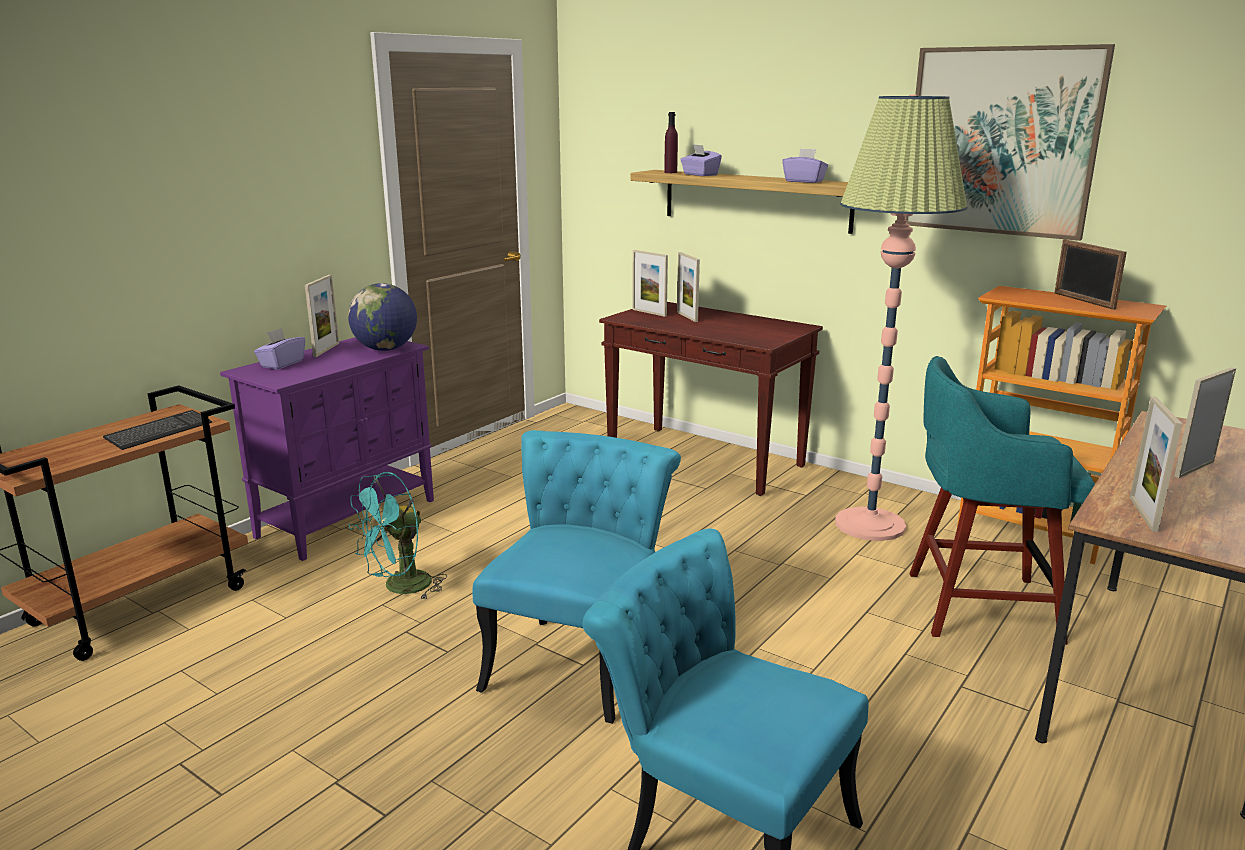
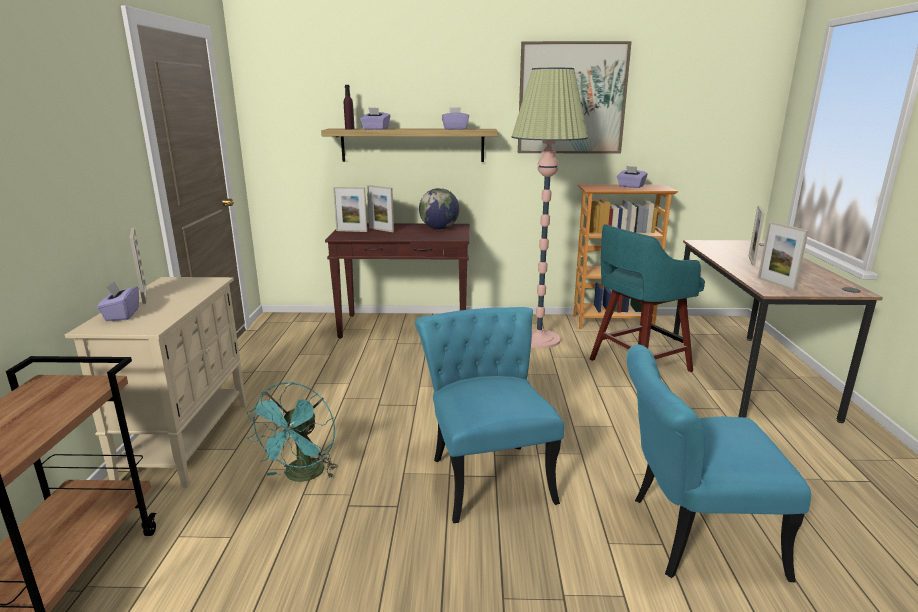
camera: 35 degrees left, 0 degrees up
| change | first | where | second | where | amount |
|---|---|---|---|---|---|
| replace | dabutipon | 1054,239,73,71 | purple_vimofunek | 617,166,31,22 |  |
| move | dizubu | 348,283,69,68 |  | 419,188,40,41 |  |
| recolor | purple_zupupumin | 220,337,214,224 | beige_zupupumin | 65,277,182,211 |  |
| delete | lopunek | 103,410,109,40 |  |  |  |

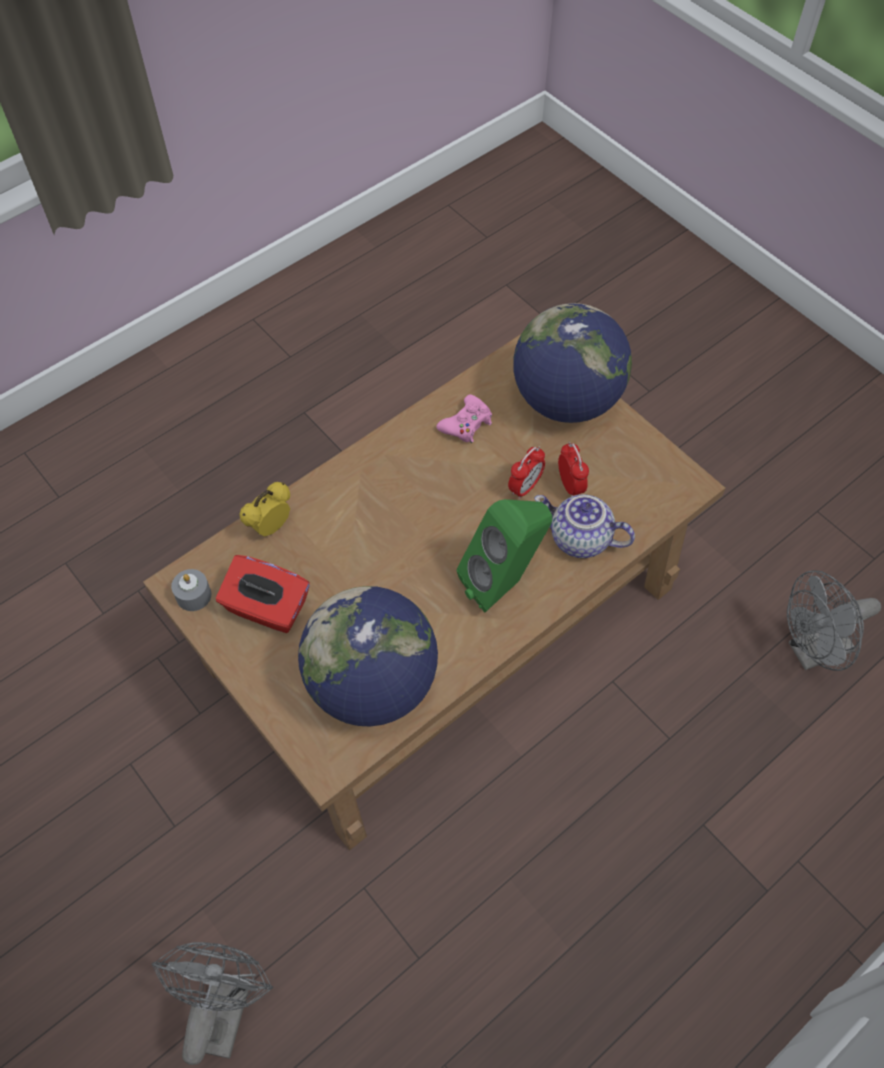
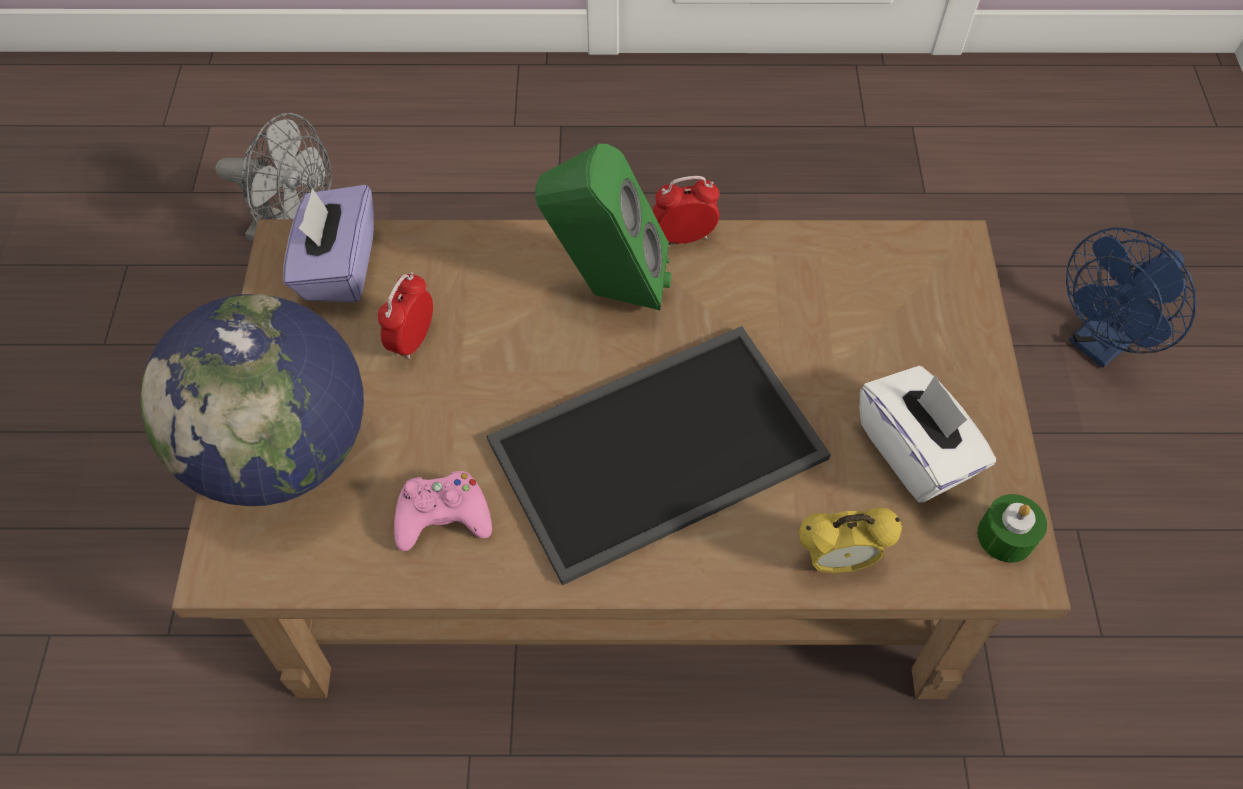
camera: 140 degrees left, 0 degrees up
| change | first | where | second | where | amount |
|---|---|---|---|---|---|
| move | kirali | 508,446,37,53 |  | 653,176,66,67 |  |
| delete | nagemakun | 535,494,100,64 |  |  |  |
| recolor | red_vimofunek | 216,555,94,78 | white_vimofunek | 860,366,136,137 |  |
| recolor | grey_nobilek | 171,569,40,42 | green_nobilek | 977,494,70,69 |  |
| delete | dizubu | 298,586,140,140 |  |  |  |
| recolor | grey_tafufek | 152,942,121,123 | blue_tafufek | 1066,227,131,141 |  |
| insert |  |  | purple_vimofunek | 283,185,91,117 |  |
| insert |  |  | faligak | 487,326,344,259 |  |

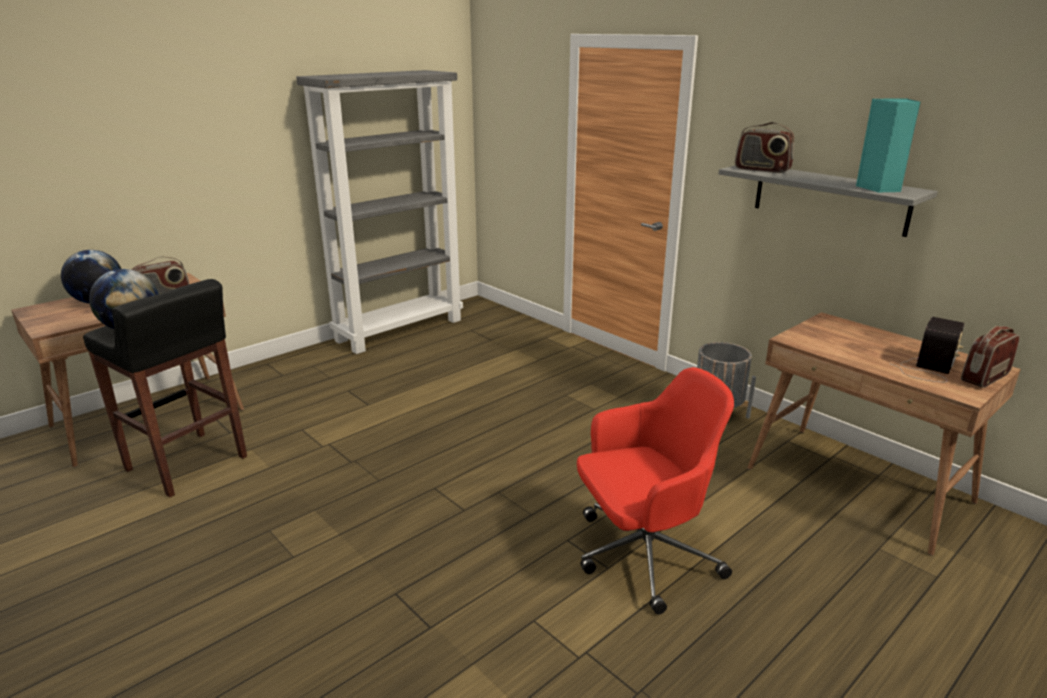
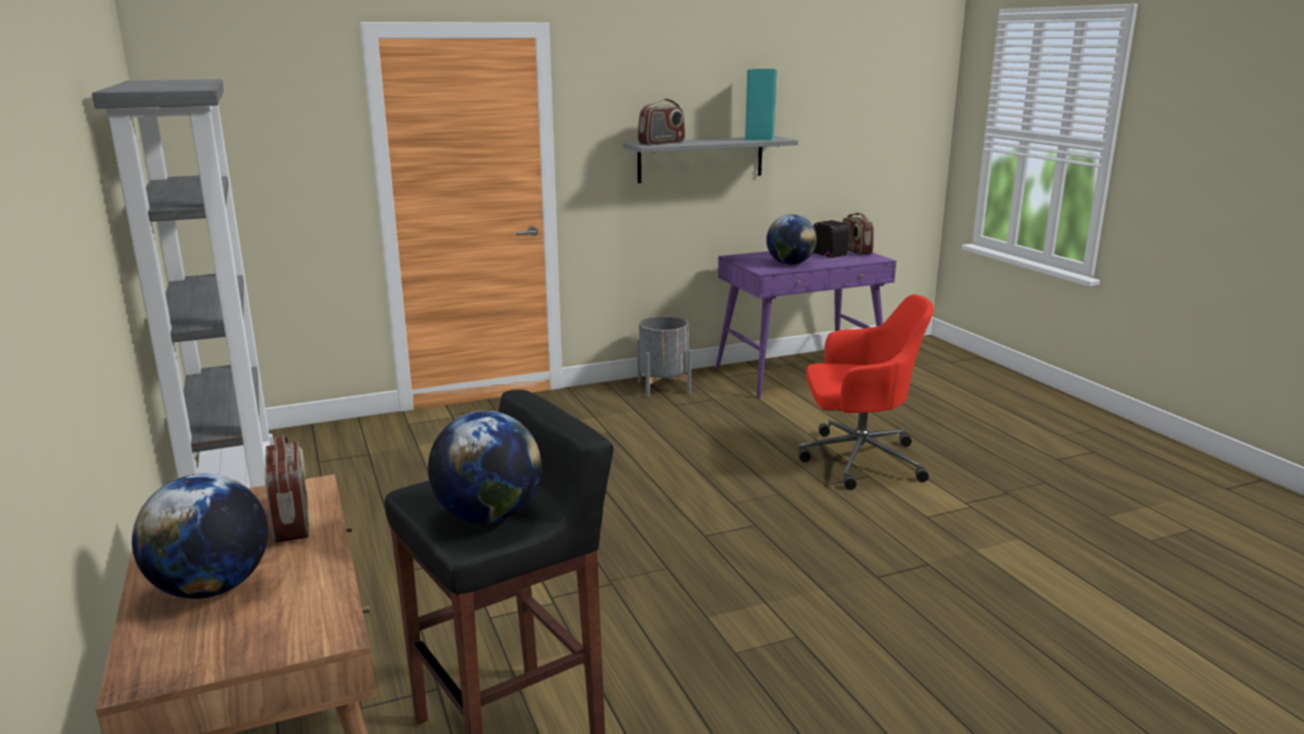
camera: 70 degrees left, 5 degrees down
| change | first | where | second | where | amount |
|---|---|---|---|---|---|
| recolor | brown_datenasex | 748,312,273,244 | purple_datenasex | 716,251,180,147 |  |
| rotate | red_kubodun | 577,367,157,248 |  | 798,294,136,196 | 90 degrees clockwise |
| insert |  |  | dizubu | 766,214,51,51 |  |

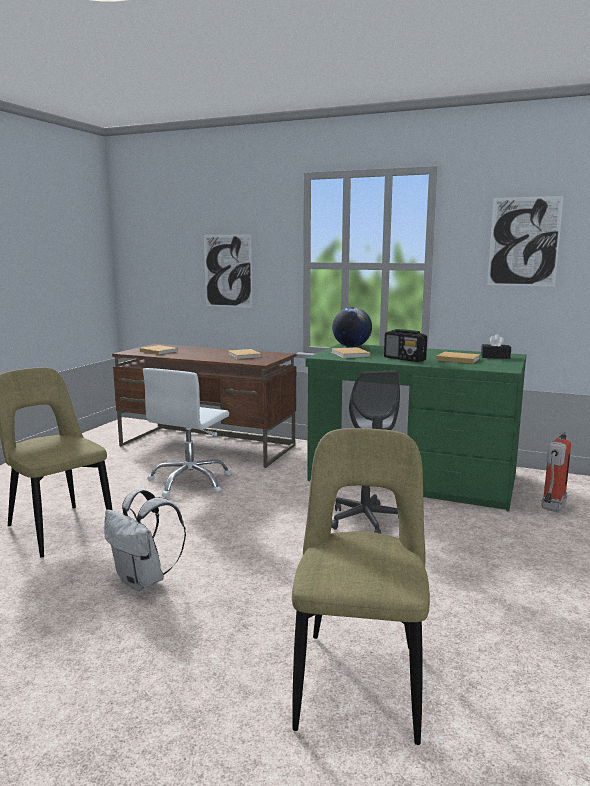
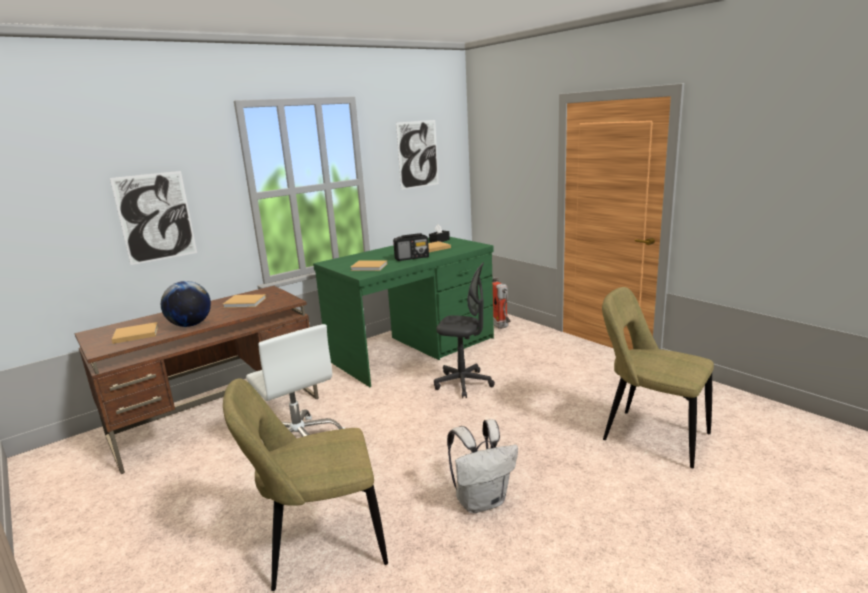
camera: 60 degrees left, 5 degrees up
| change | first | where | second | where | amount |
|---|---|---|---|---|---|
| move | dizubu | 332,307,40,40 |  | 161,281,50,46 |  |

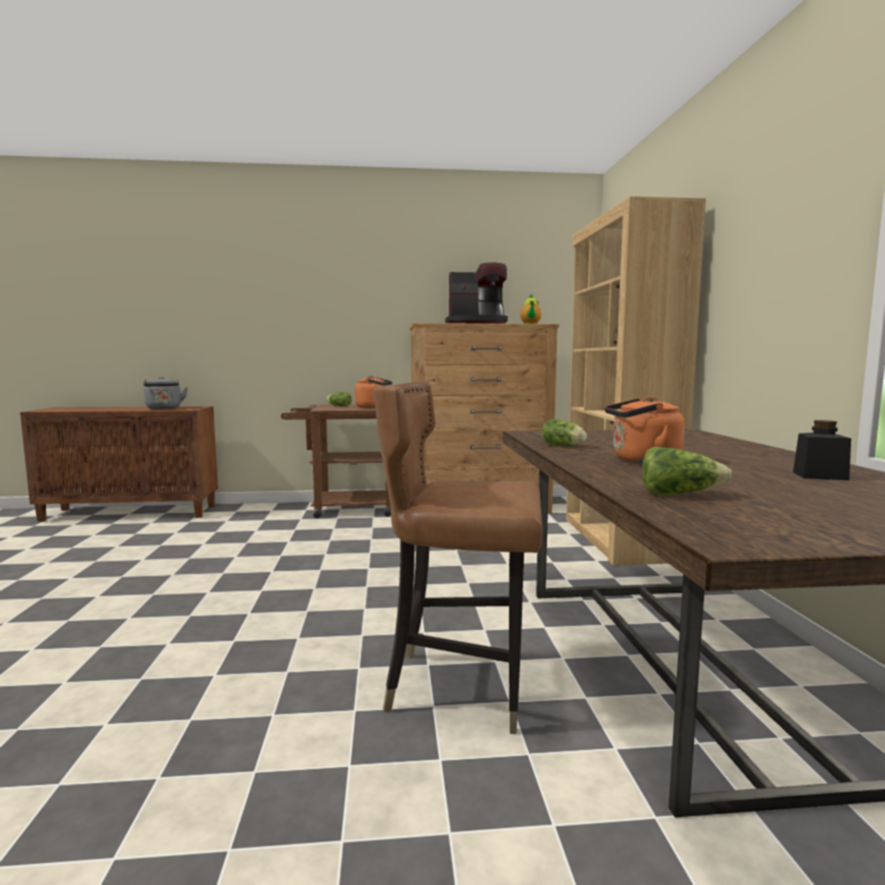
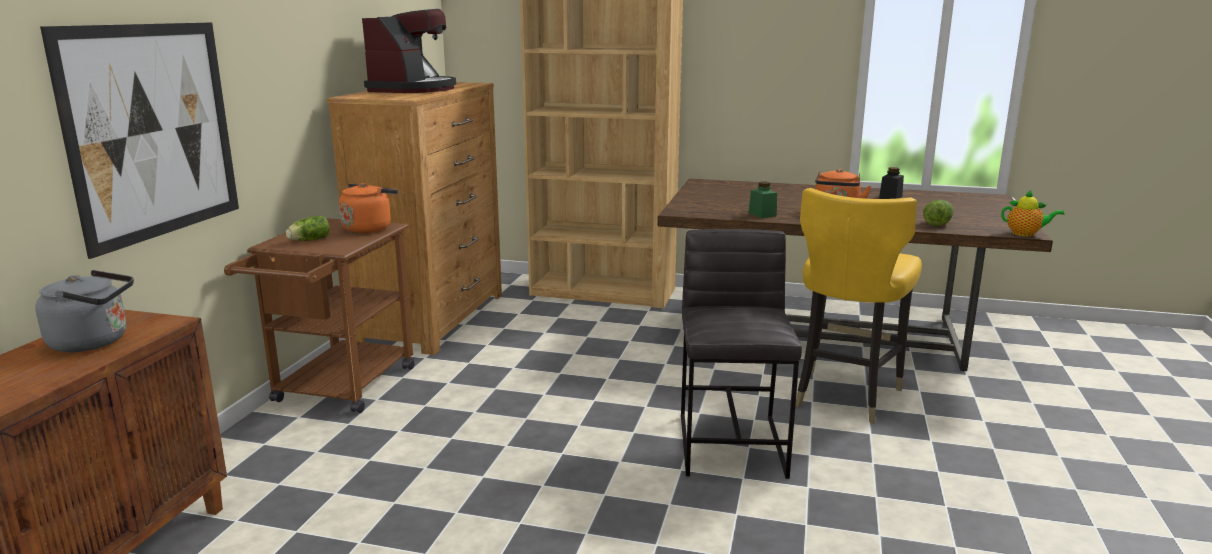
camera: 70 degrees left, 10 degrees up
| change | first | where | second | where | amount |
|---|---|---|---|---|---|
| move | nagemakun | 520,294,21,30 |  | 1001,190,63,47 |  |
| recolor | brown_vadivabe | 373,381,169,353 | yellow_vadivabe | 795,188,127,236 |  |
| replace | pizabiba | 542,419,45,27 | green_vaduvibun | 749,182,28,36 |  |
| insert |  |  | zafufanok | 40,22,199,237 |  |
| insert |  |  | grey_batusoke | 681,229,121,250 |  |

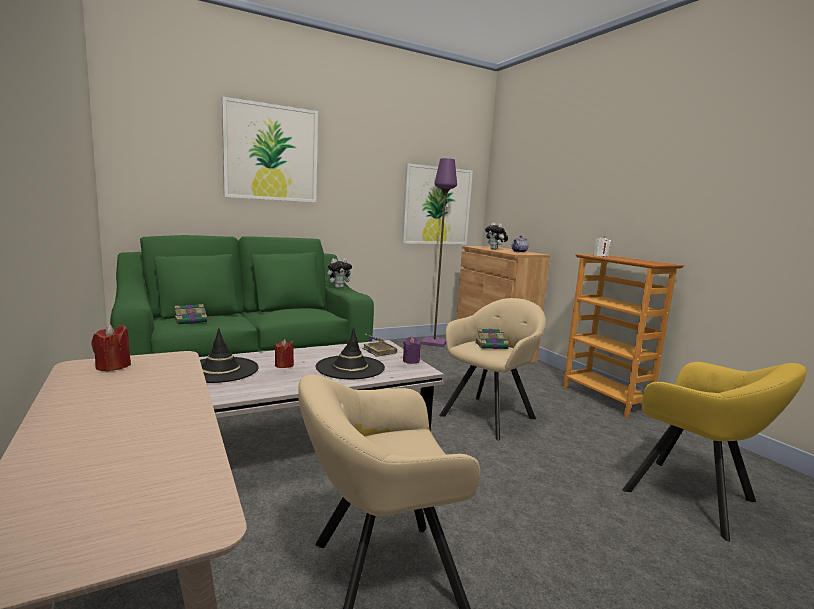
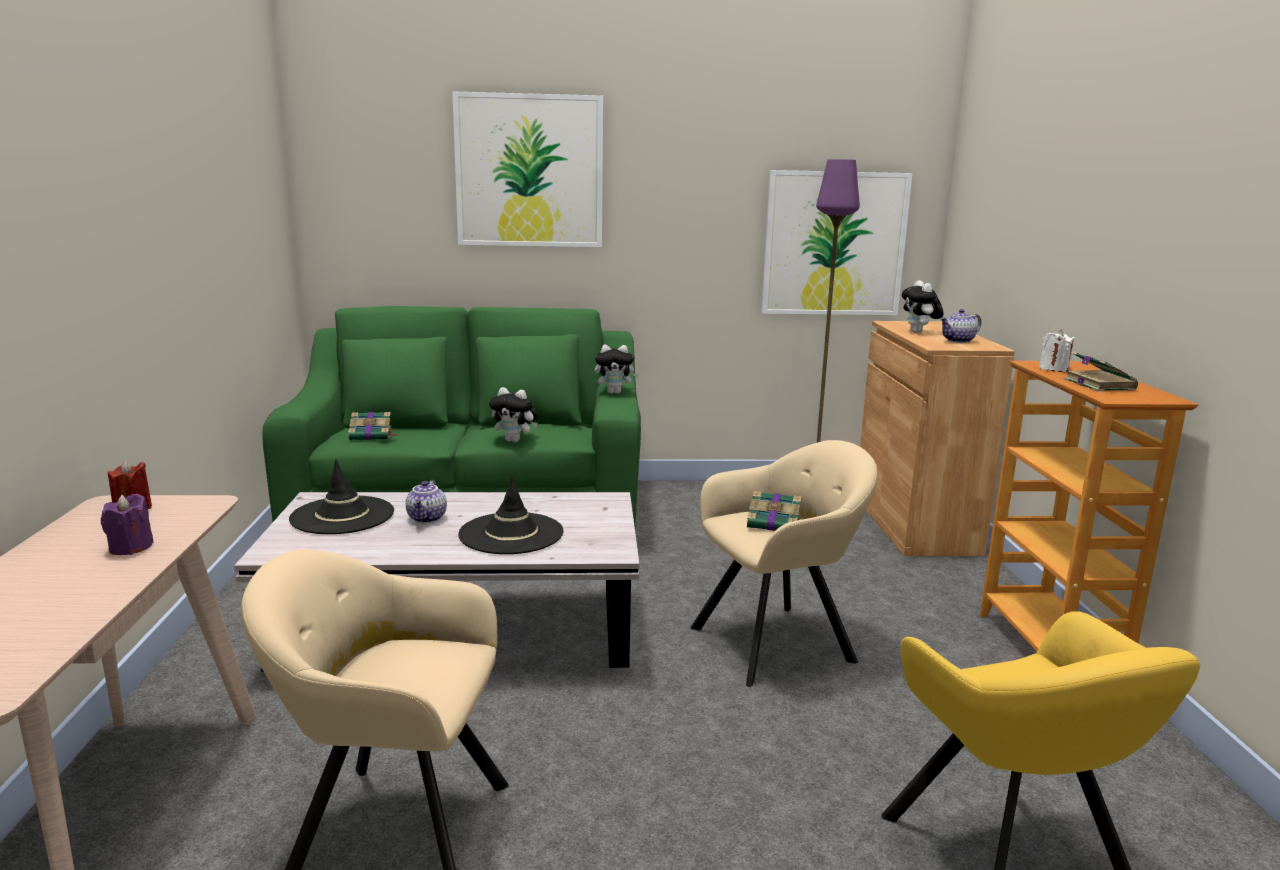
camera: 25 degrees right, 5 degrees up
| change | first | where | second | where | amount |
|---|---|---|---|---|---|
| move | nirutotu | 362,334,35,23 |  | 1064,351,74,40 |  |
| move | purple_nobilek | 403,337,18,27 |  | 101,494,53,61 |  |
| replace | red_nobilek | 275,339,19,29 | nagemakun | 406,480,41,43 |  |
| insert |  |  | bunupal | 489,387,49,55 |  |

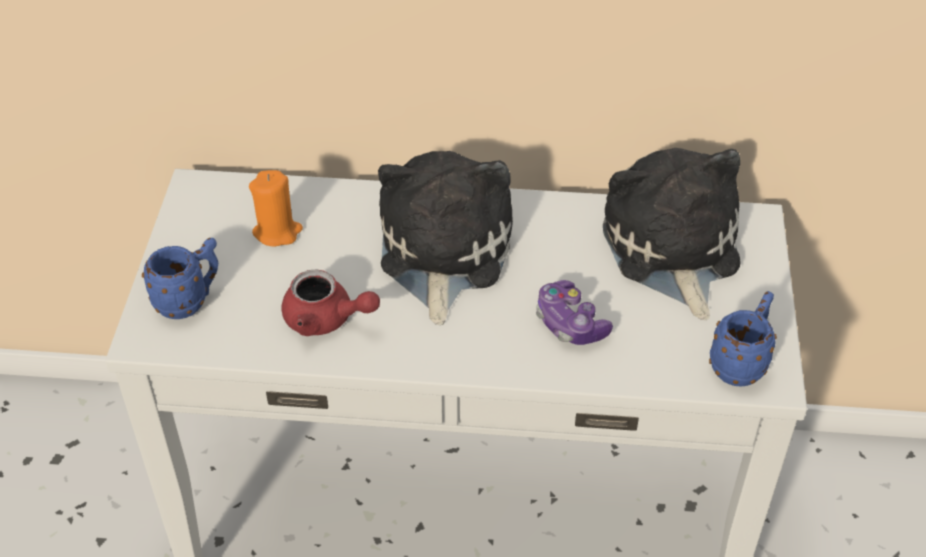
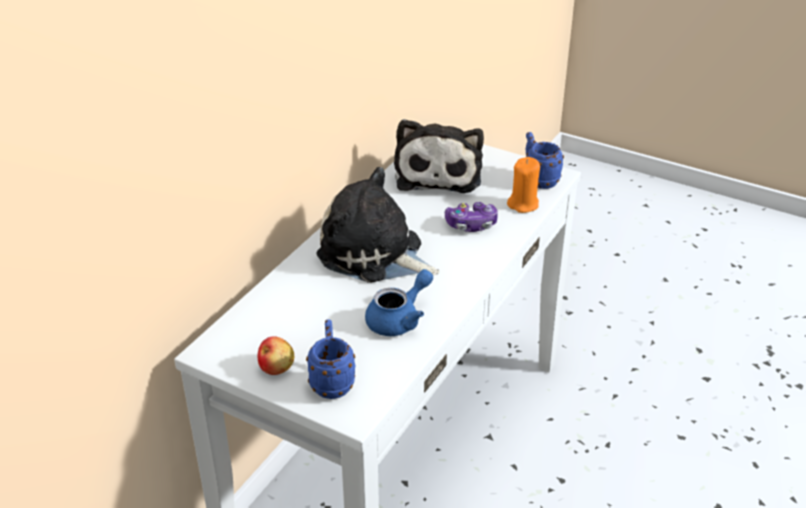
camera: 65 degrees left, 10 degrees down
| change | first | where | second | where | amount |
|---|---|---|---|---|---|
| rotate | bunupal | 603,148,137,172 |  | 394,119,90,74 | 105 degrees counterclockwise |
| move | orange_nobilek | 249,170,54,77 |  | 507,157,33,56 |  |
| recolor | red_nagemakun | 282,270,98,66 | blue_nagemakun | 365,269,68,67 |  |
| insert |  |  | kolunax | 258,336,36,39 |  |

